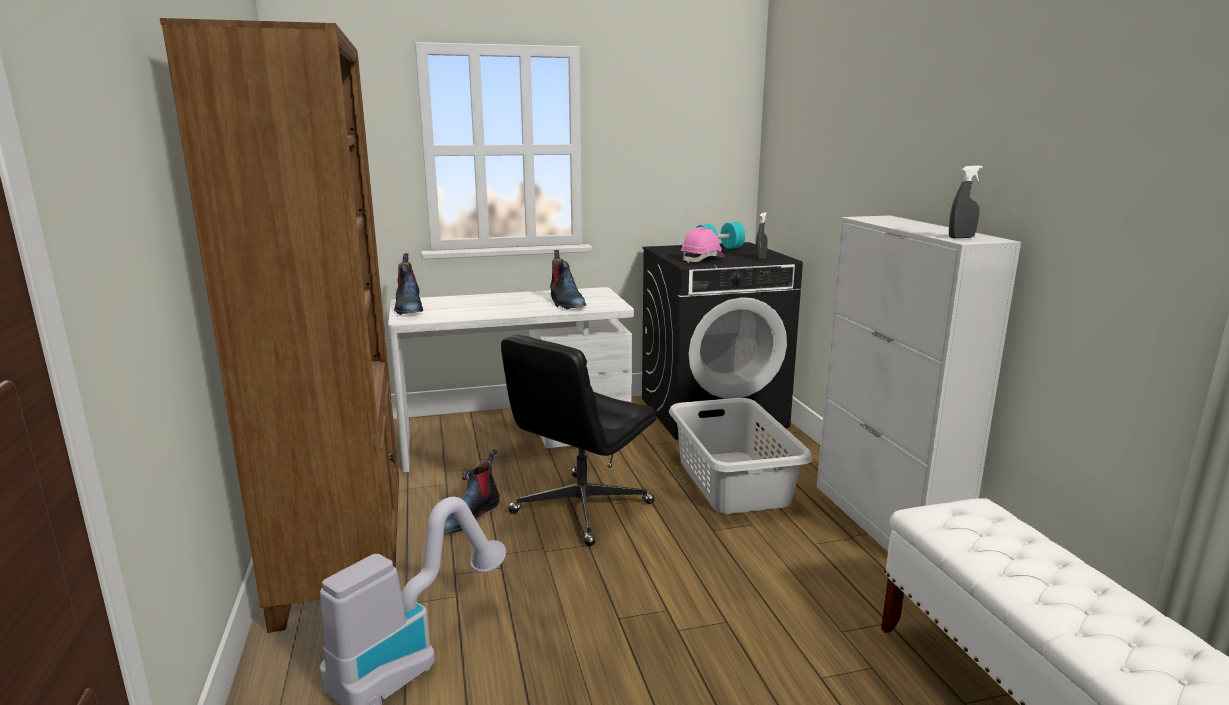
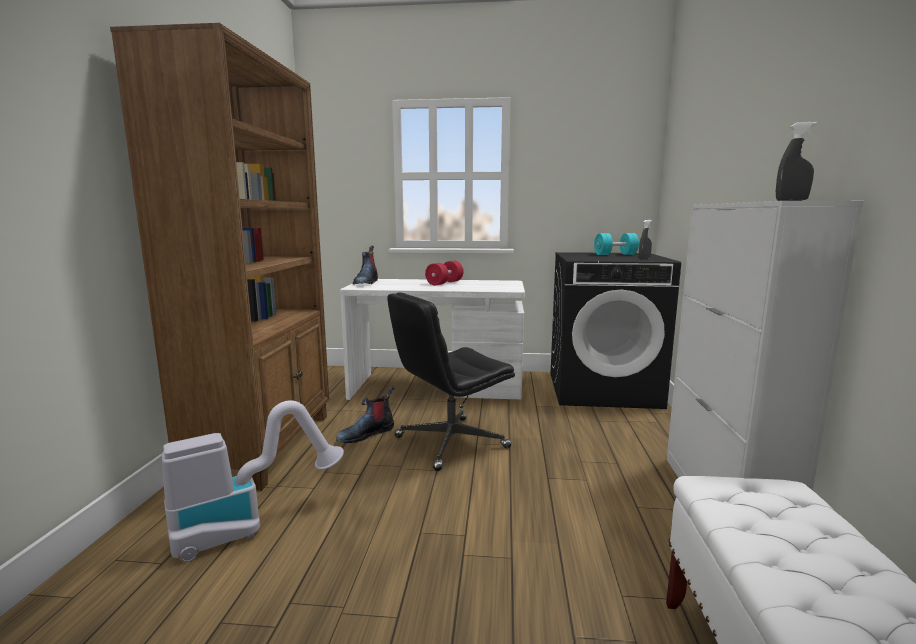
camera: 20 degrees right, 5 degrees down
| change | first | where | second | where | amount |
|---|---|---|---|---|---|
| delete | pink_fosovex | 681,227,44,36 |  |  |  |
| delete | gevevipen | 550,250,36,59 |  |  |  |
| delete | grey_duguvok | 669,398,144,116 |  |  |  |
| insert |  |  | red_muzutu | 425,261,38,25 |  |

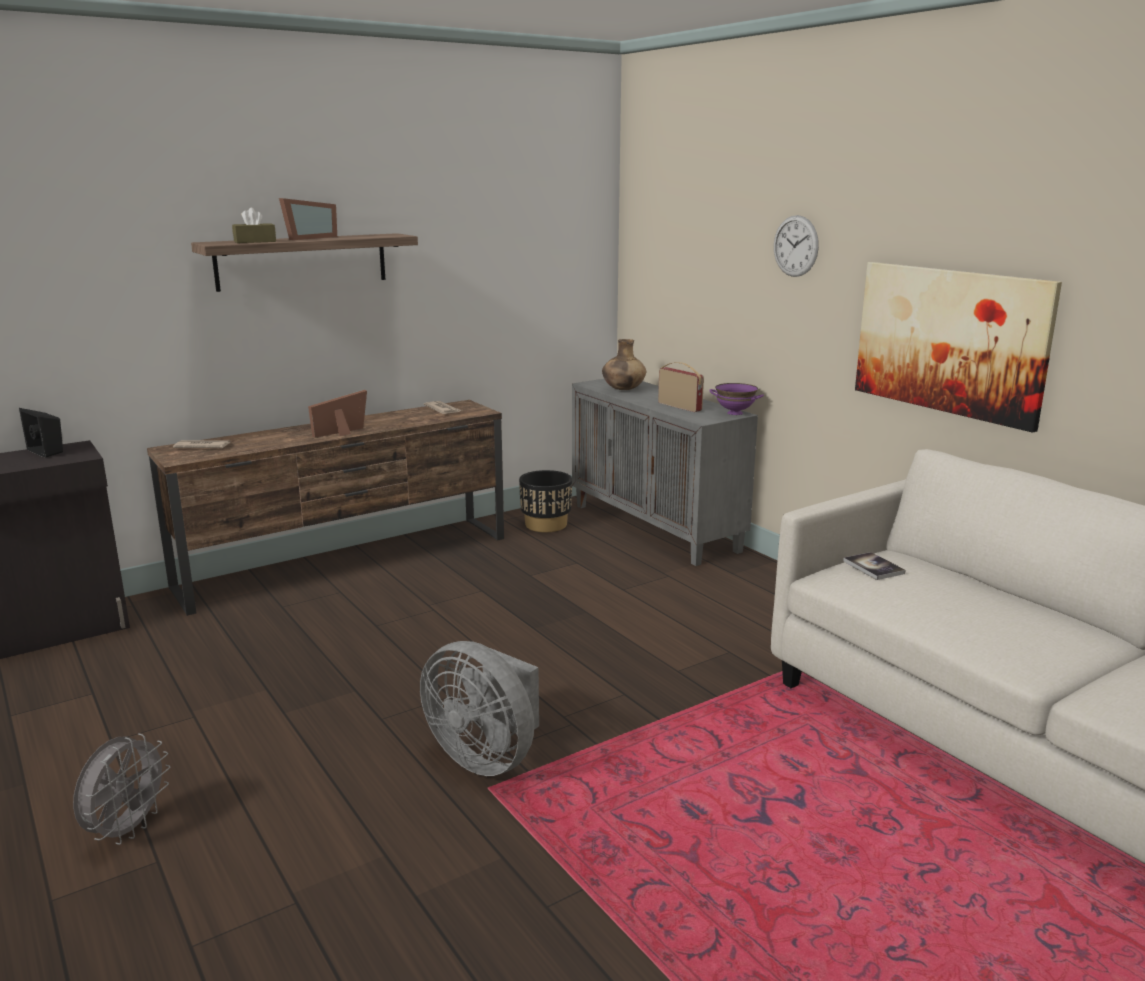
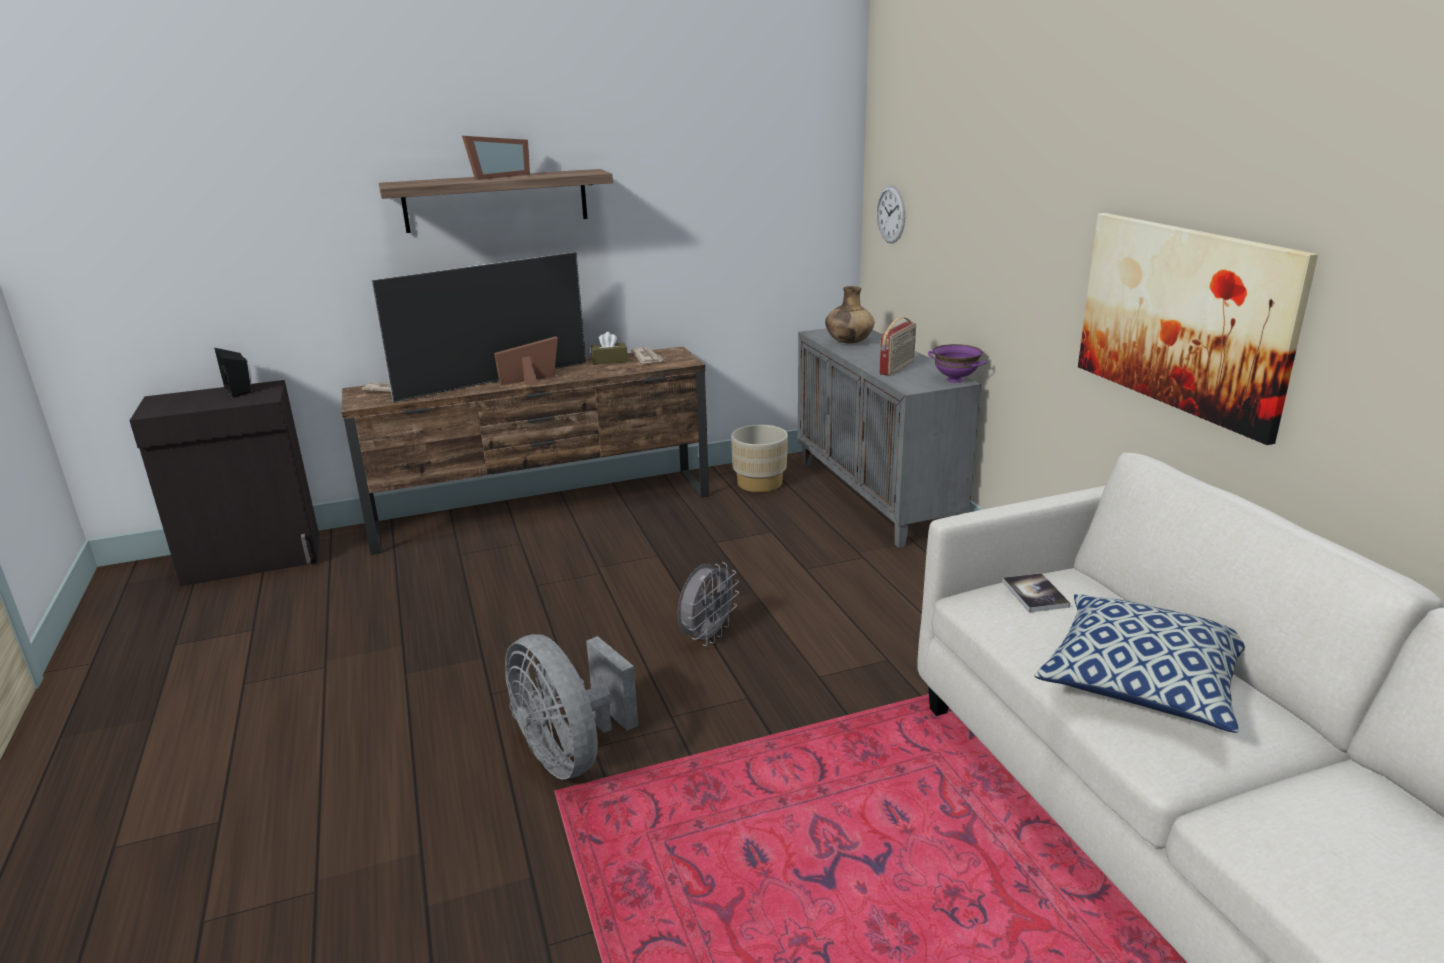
camera: 15 degrees right, 5 degrees up
| change | first | where | second | where | amount |
|---|---|---|---|---|---|
| move | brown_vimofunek | 232,208,44,35 |  | 591,332,37,33 |  |
| move | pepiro | 774,215,45,62 |  | 877,186,28,57 |  |
| rotate | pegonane | 658,362,46,50 |  | 879,317,37,59 | 60 degrees clockwise |
| recolor | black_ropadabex | 519,470,53,62 | beige_ropadabex | 731,425,57,67 |  |
| move | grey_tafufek | 73,733,97,112 |  | 678,562,61,84 |  |
| insert |  |  | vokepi | 371,252,215,150 |  |
| insert |  |  | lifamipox | 1035,594,210,139 |  |

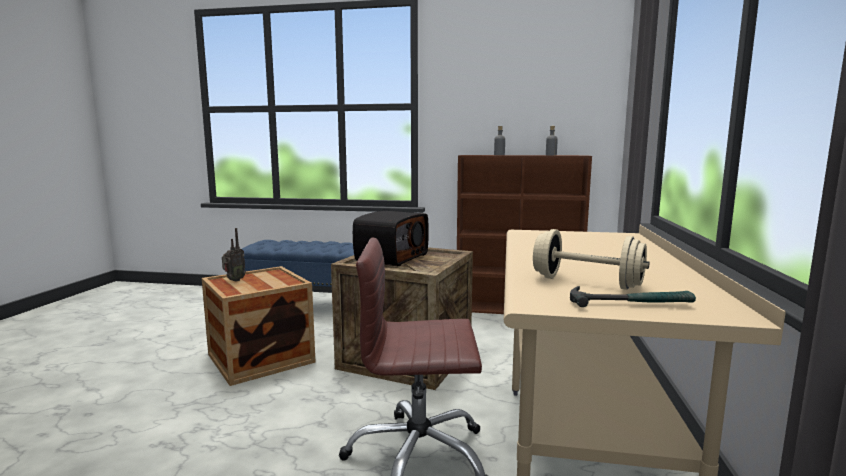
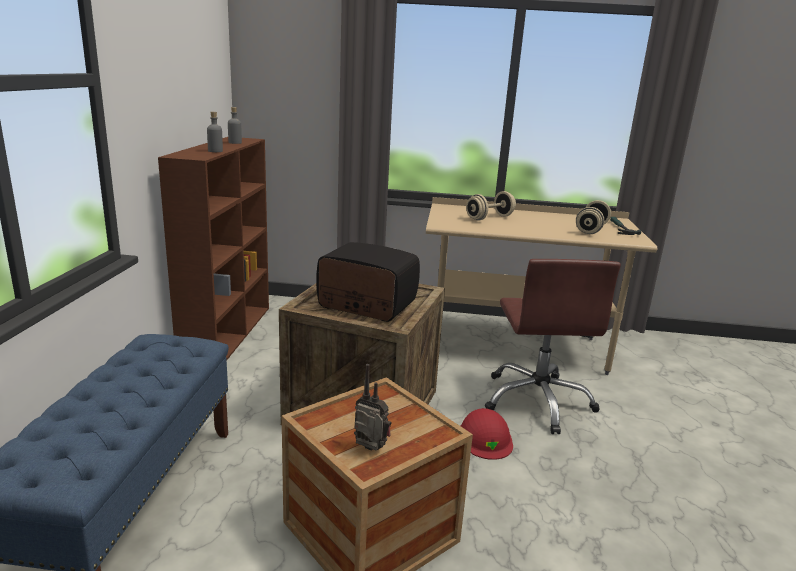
camera: 95 degrees left, 10 degrees up
| change | first | where | second | where | amount |
|---|---|---|---|---|---|
| insert |  |  | beige_muzutu | 466,191,50,30 |  |
| insert |  |  | red_fosovex | 460,408,53,52 |  |

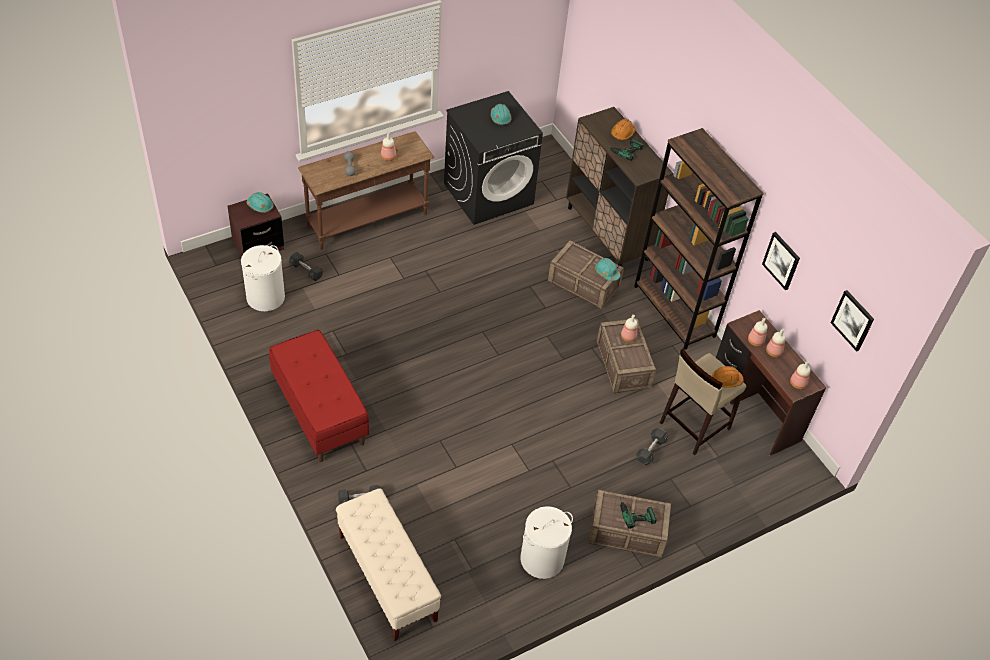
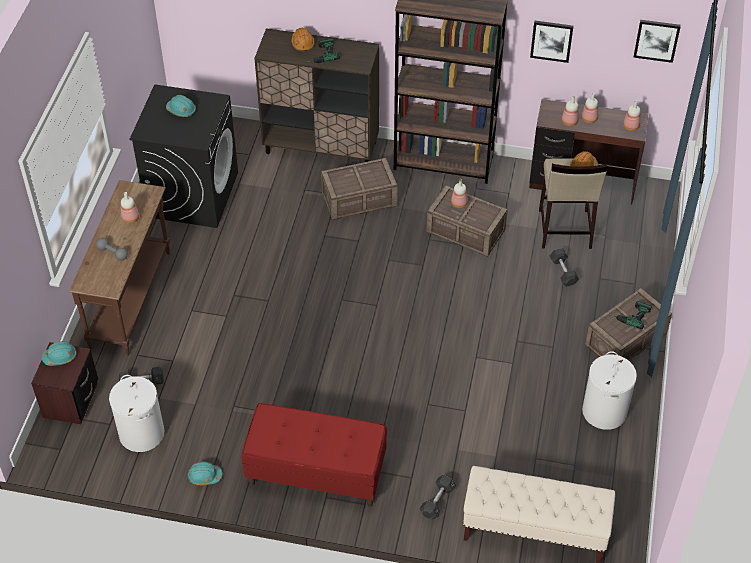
camera: 45 degrees left, 0 degrees up
| change | first | where | second | where | amount |
|---|---|---|---|---|---|
| move | turquoise_fosovex | 595,258,26,23 |  | 188,462,35,23 |  |

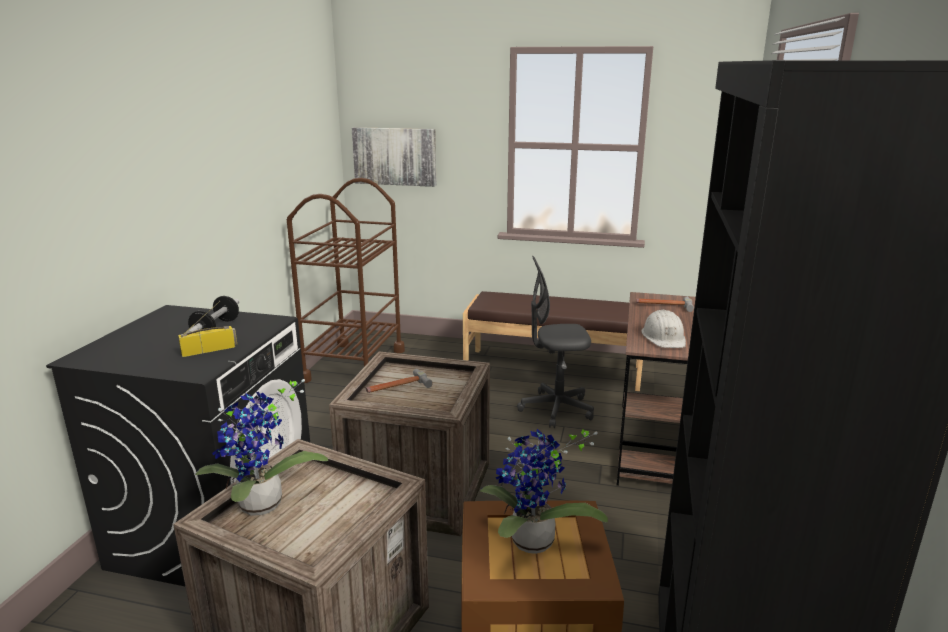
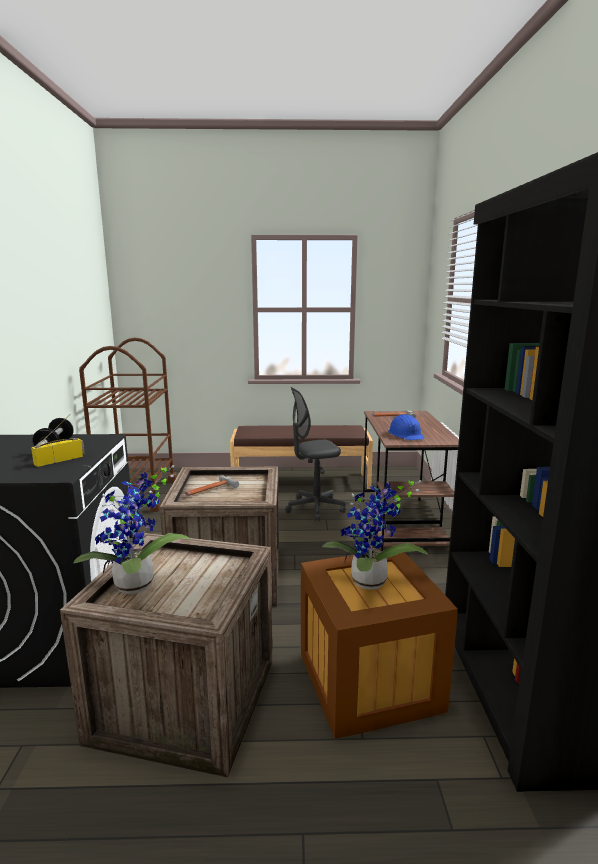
camera: 15 degrees left, 5 degrees down
| change | first | where | second | where | amount |
|---|---|---|---|---|---|
| delete | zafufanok | 352,127,84,60 |  |  |  |
| recolor | white_fosovex | 641,310,45,38 | blue_fosovex | 388,414,37,26 |  |

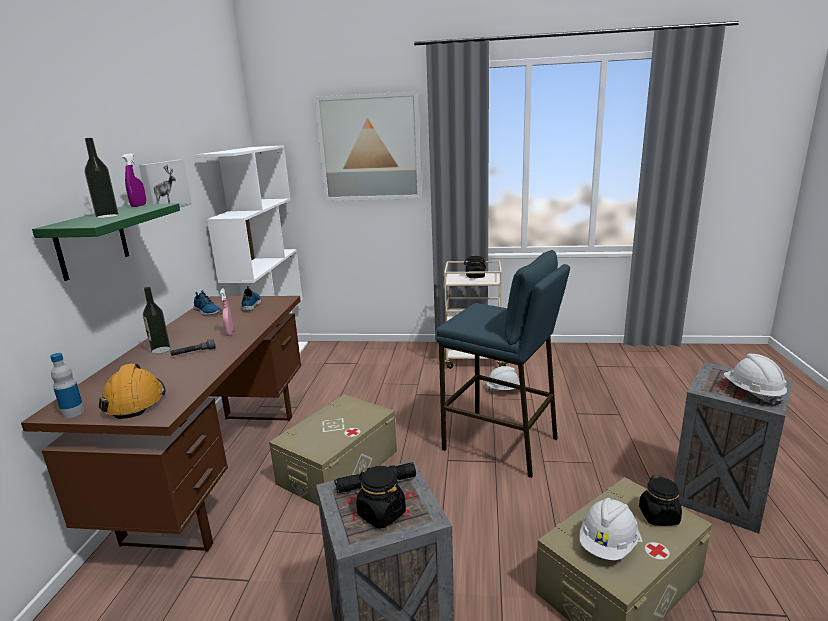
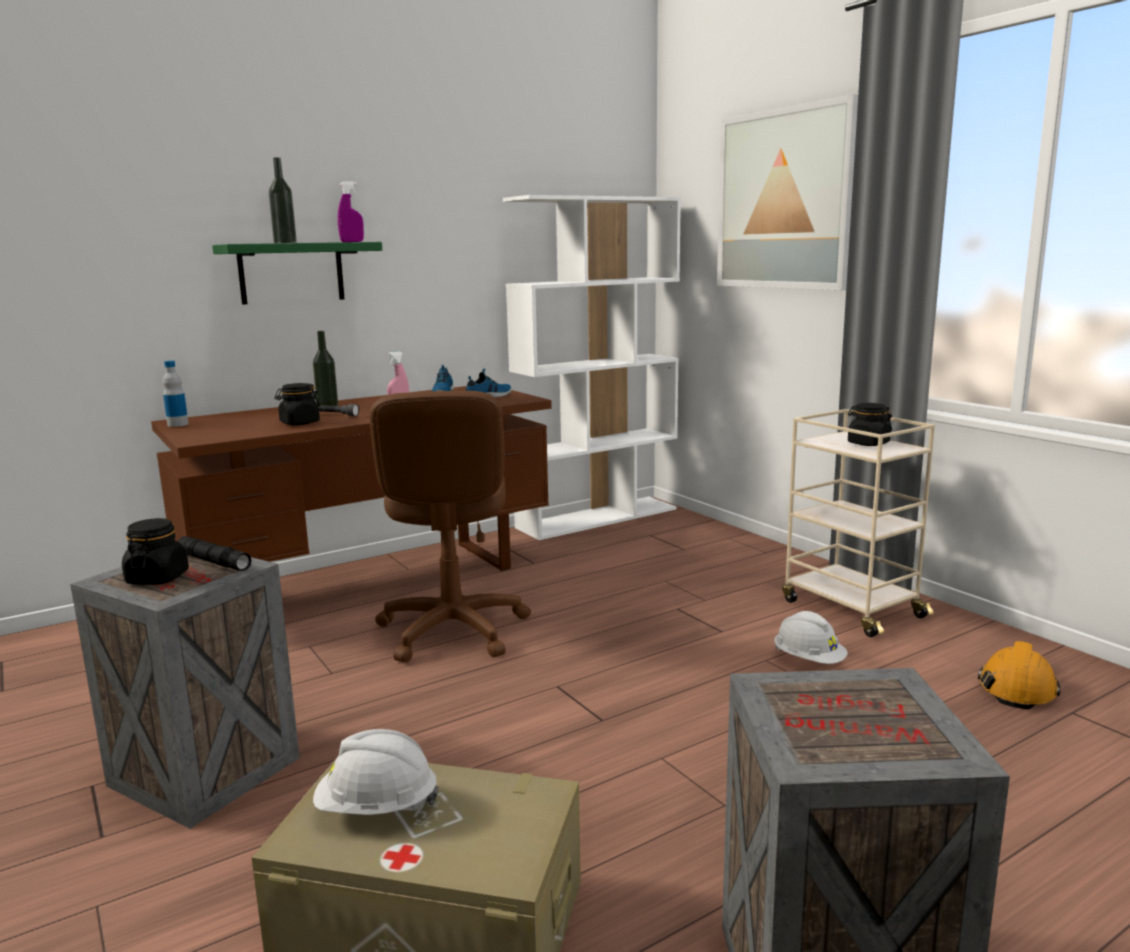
camera: 50 degrees right, 5 degrees down
| change | first | where | second | where | amount |
|---|---|---|---|---|---|
| delete | zafufanok | 139,159,53,49 |  |  |  |
| delete | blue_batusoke | 436,250,134,228 |  |  |  |
| delete | white_fosovex | 724,354,63,52 |  |  |  |
| move | orange_fosovex | 99,364,66,55 |  | 978,641,83,68 |  |
| replace | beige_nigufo | 269,394,128,112 | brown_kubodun | 369,391,162,271 |  |
| move | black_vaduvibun | 639,476,43,50 |  | 275,383,45,42 |  |

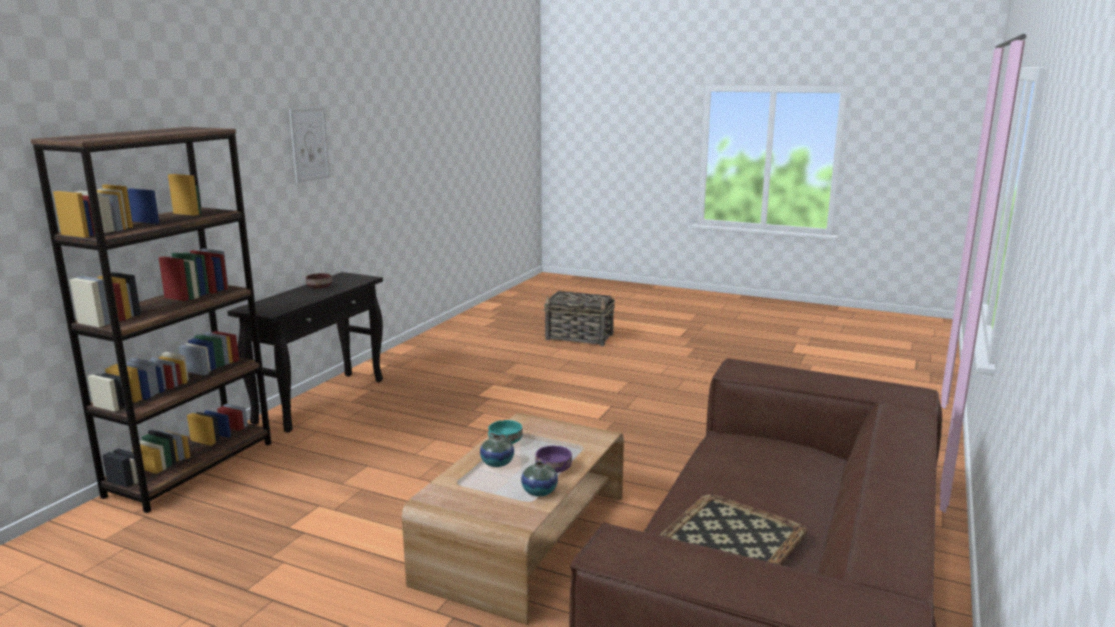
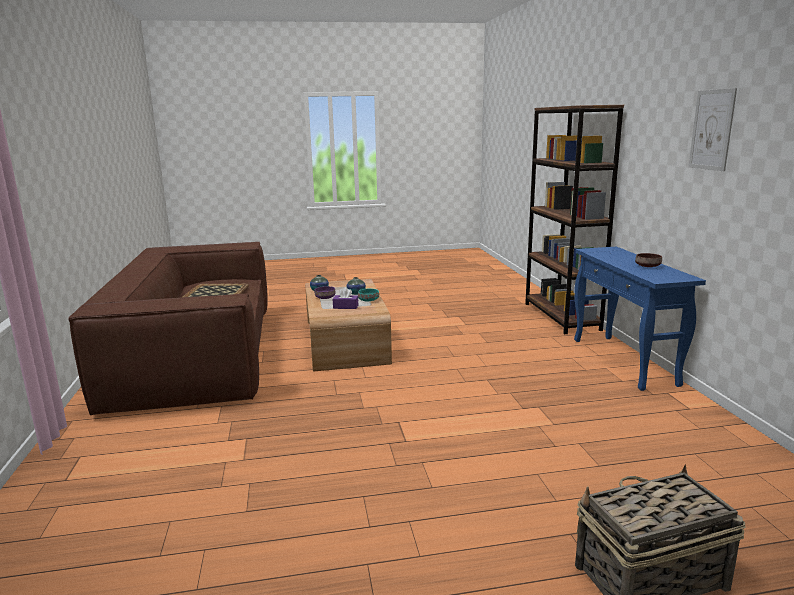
camera: 145 degrees right, 0 degrees up
| change | first | where | second | where | amount |
|---|---|---|---|---|---|
| recolor | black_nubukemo | 227,272,156,161 | blue_nubukemo | 574,247,132,144 |  |
| insert |  |  | purple_vimofunek | 333,287,25,22 |  |

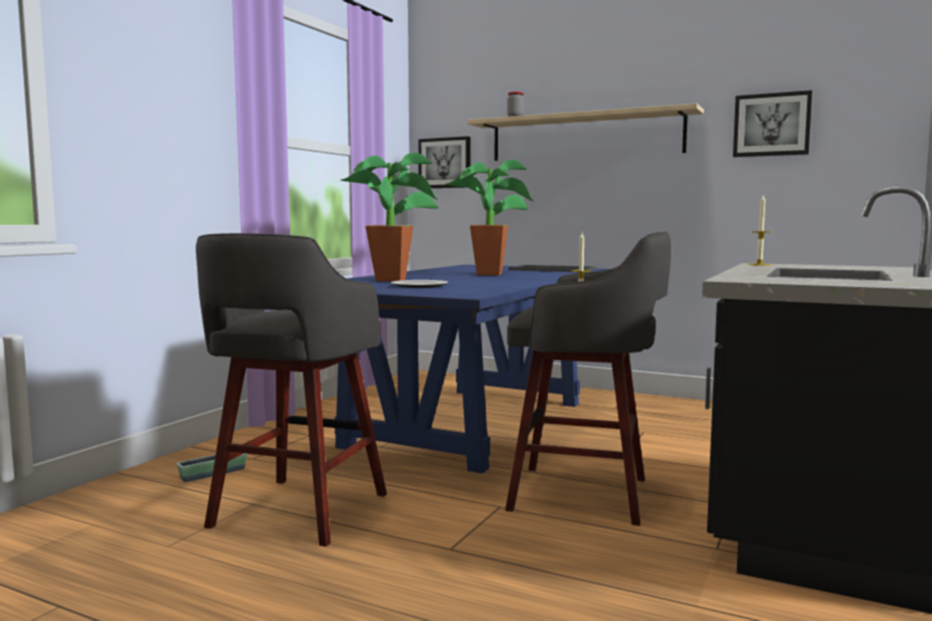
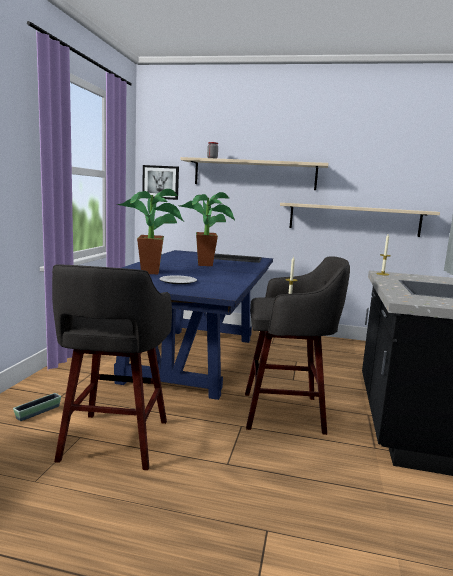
camera: 15 degrees left, 5 degrees up
| change | first | where | second | where | amount |
|---|---|---|---|---|---|
| delete | zafufanok | 733,90,79,67 |  |  |  |
| insert |  |  | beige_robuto | 280,203,160,34 |  |

